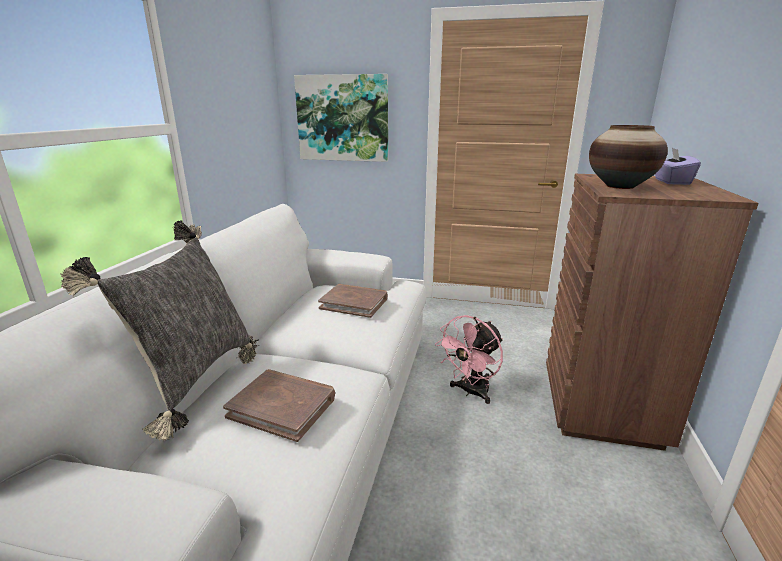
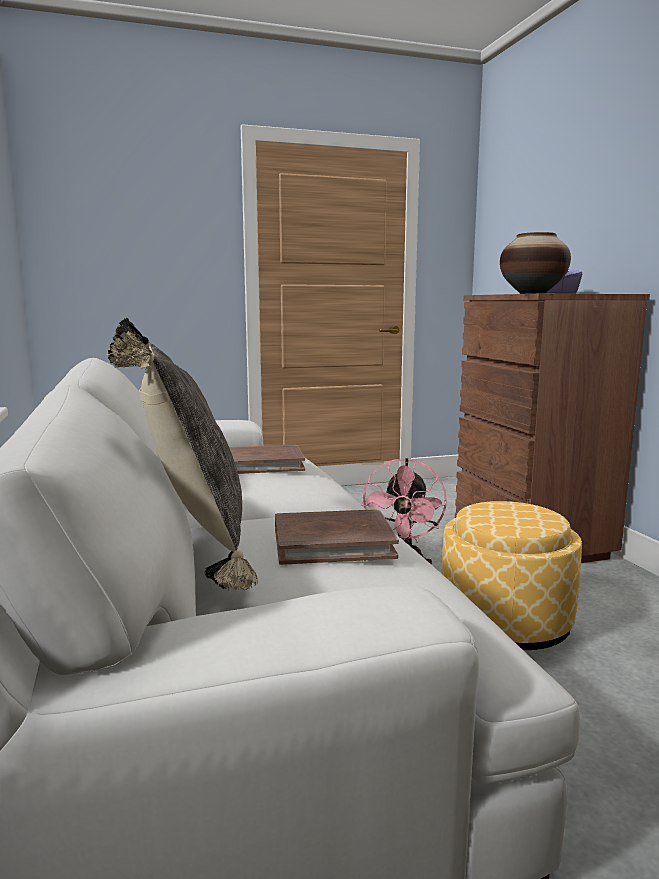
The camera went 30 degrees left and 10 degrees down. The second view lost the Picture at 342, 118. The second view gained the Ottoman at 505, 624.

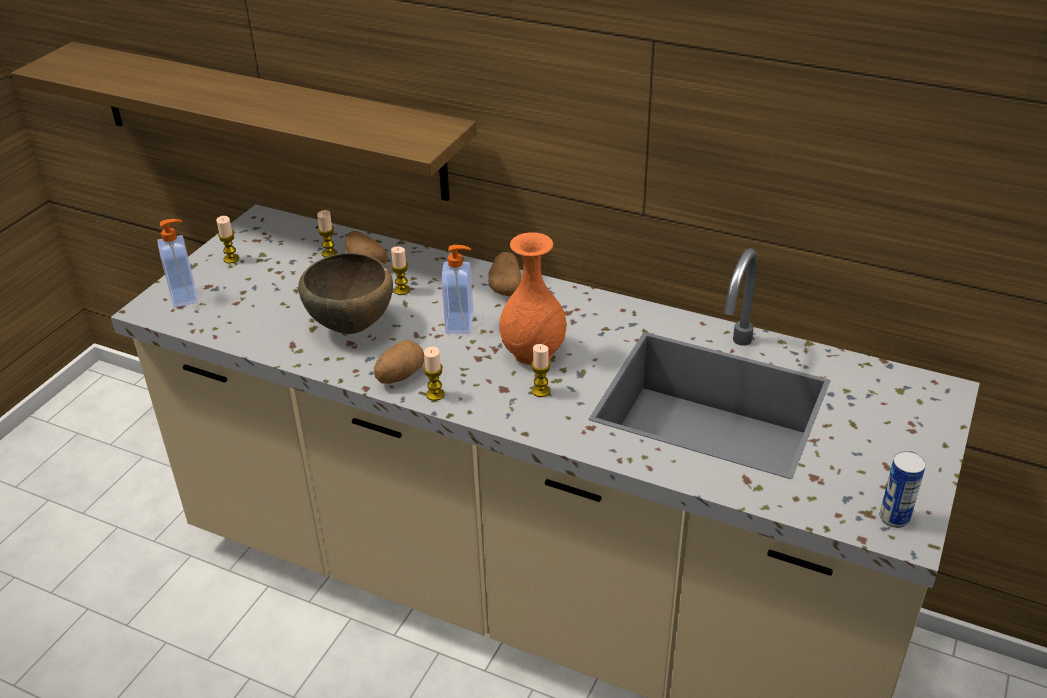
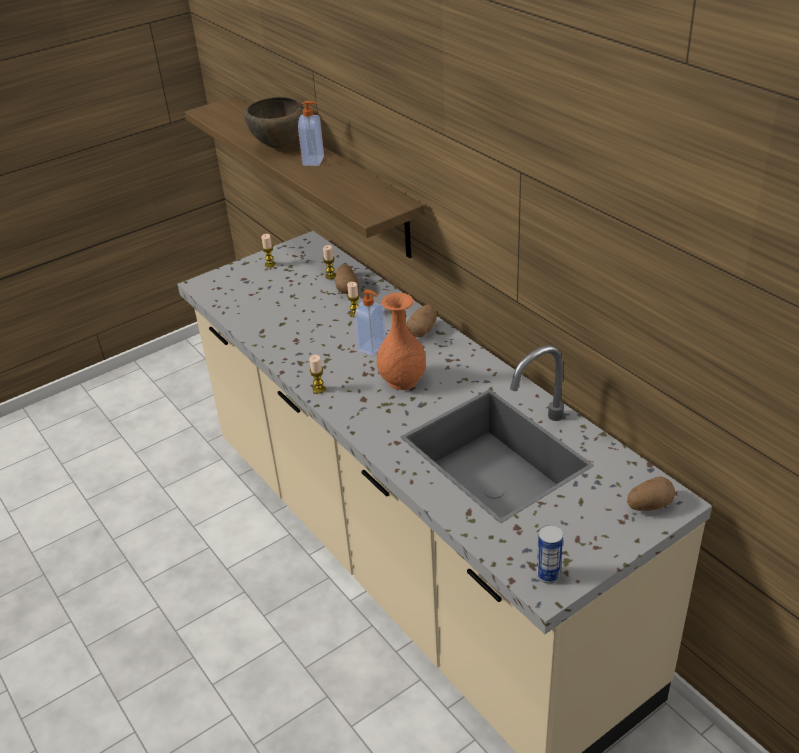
The camera went 30 degrees right and 0 degrees up. The SoapDispenser ended up elsewhere, having gone from 186, 296 to 314, 161. The BrownBowl ended up elsewhere, having gone from 353, 327 to 279, 146. The Potato ended up elsewhere, having gone from 400, 375 to 649, 505. The second view lost the Candle at 541, 391.

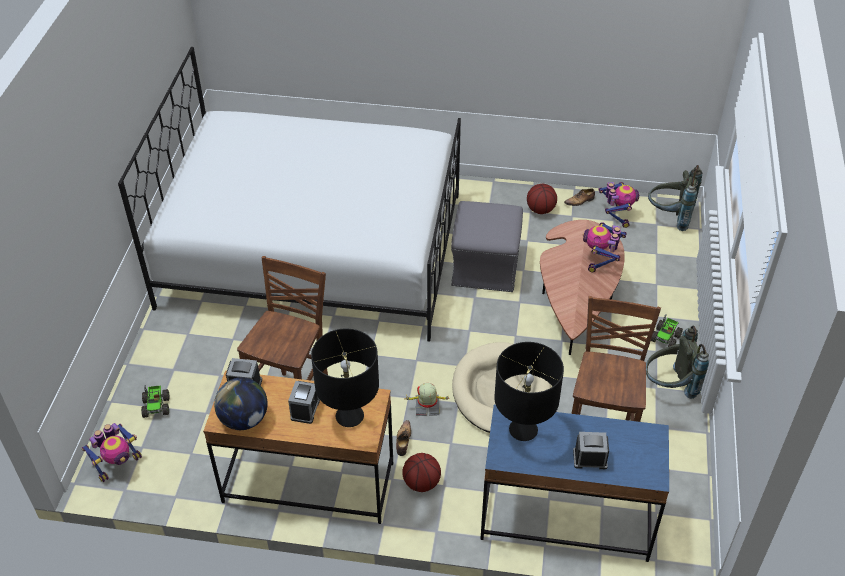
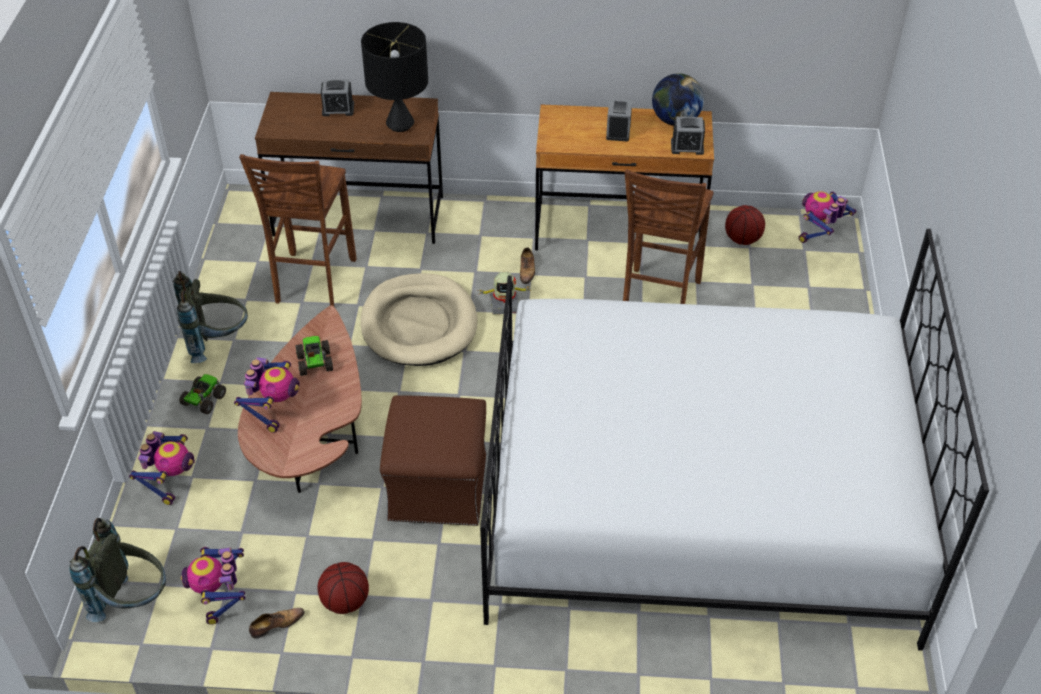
The camera went 175 degrees right and 0 degrees up. The ToyTruck ended up elsewhere, having gone from 156, 406 to 315, 363. The second view lost the BlackTableLamp at 350, 418. The Basketball ended up elsewhere, having gone from 422, 483 to 742, 239. What was the GreyOttoman at 485, 267 turned into the BrownOttoman at 438, 488. What was the BlueDesk at 565, 518 turned into the BrownDesk at 359, 216. The second view gained the ToyRobot at 172, 481.

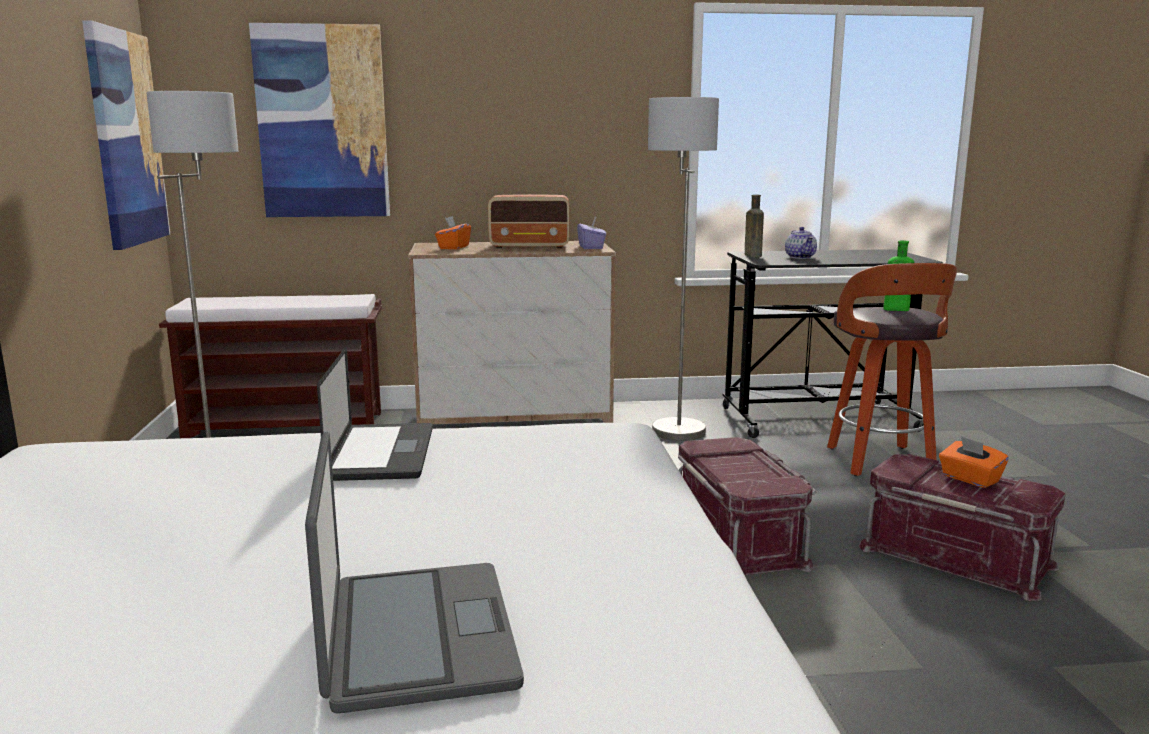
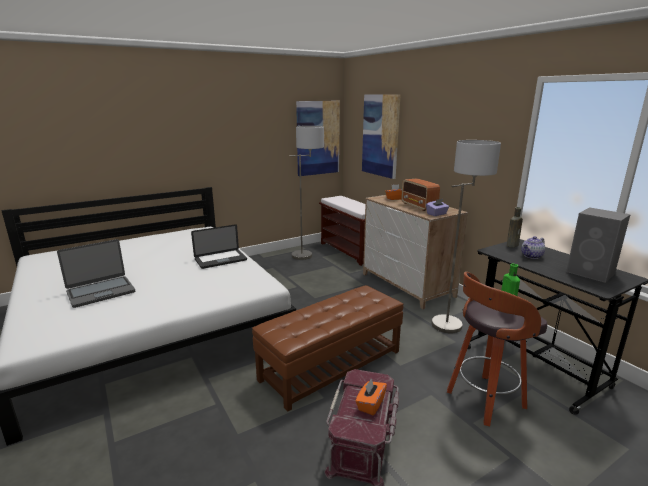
The camera went 65 degrees right and 5 degrees up. Where the RedStorageBox stood at 740, 537, the BrownOttoman came to stand at 332, 365. The second view gained the GreySpeaker at 591, 273.

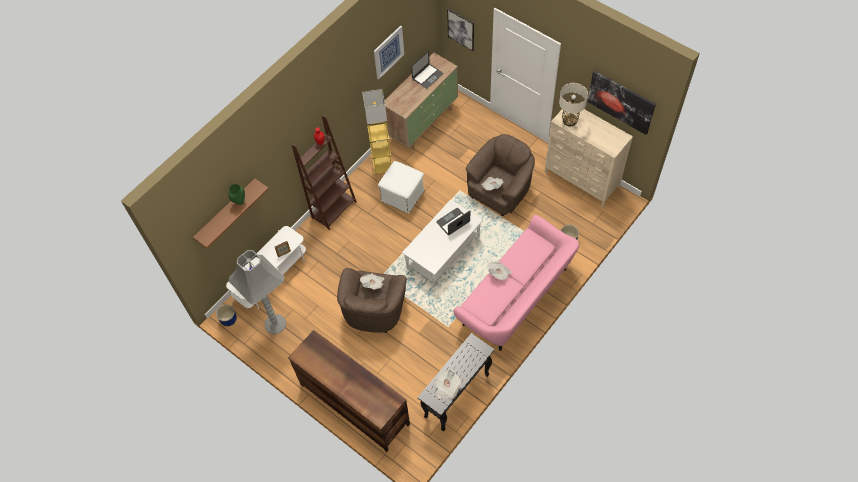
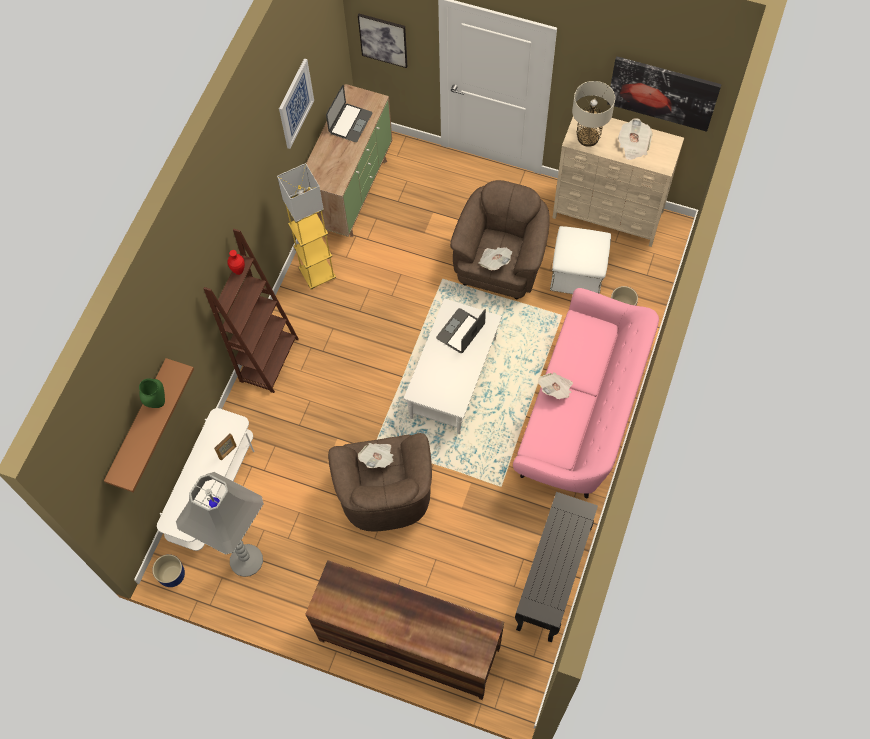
The camera went 20 degrees left and 5 degrees up. The WhiteOttoman ended up elsewhere, having gone from 403, 196 to 578, 274. The Newspaper ended up elsewhere, having gone from 447, 387 to 633, 145.

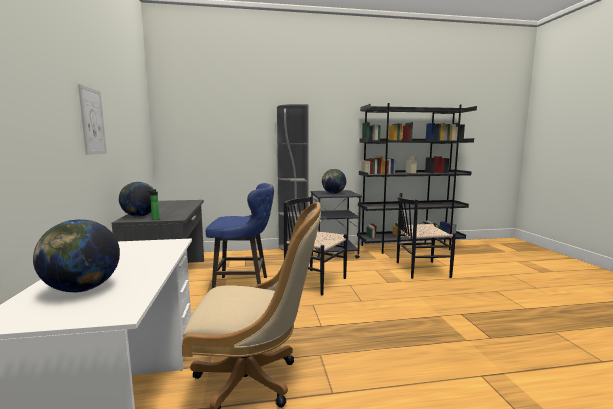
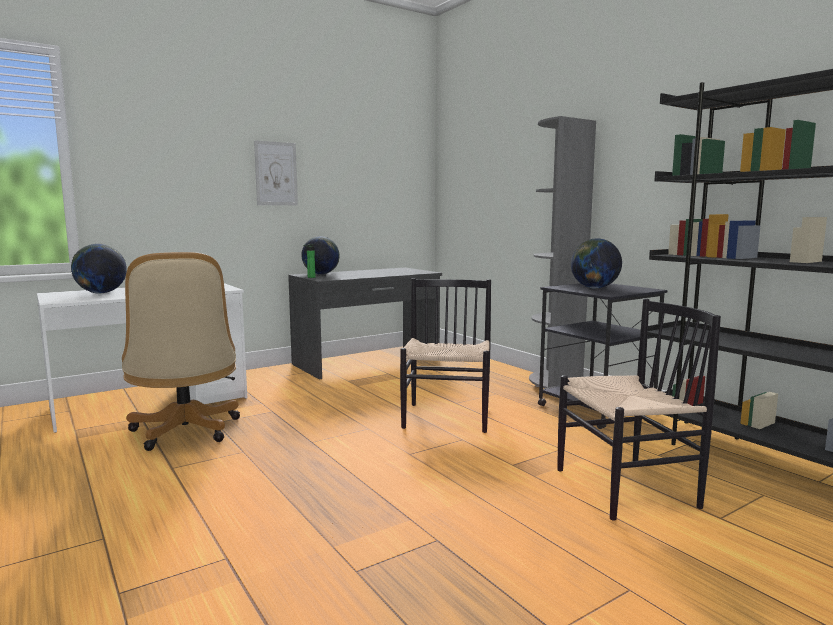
The camera went 65 degrees right and 0 degrees up. The second view lost the BlueStool at 244, 285. The BlackChair at 419, 270 ended up facing another way, 105 degrees clockwise from before.

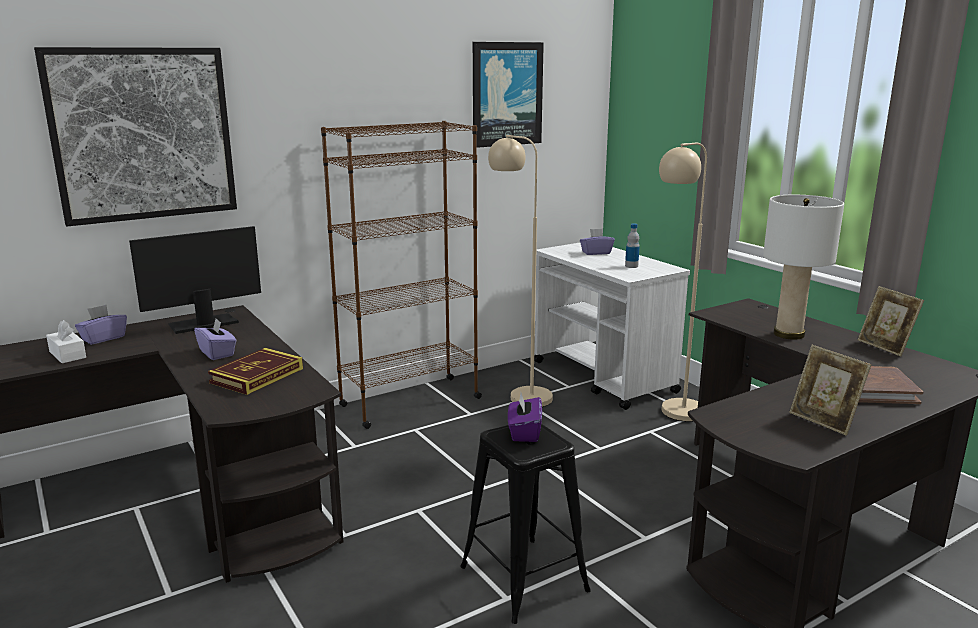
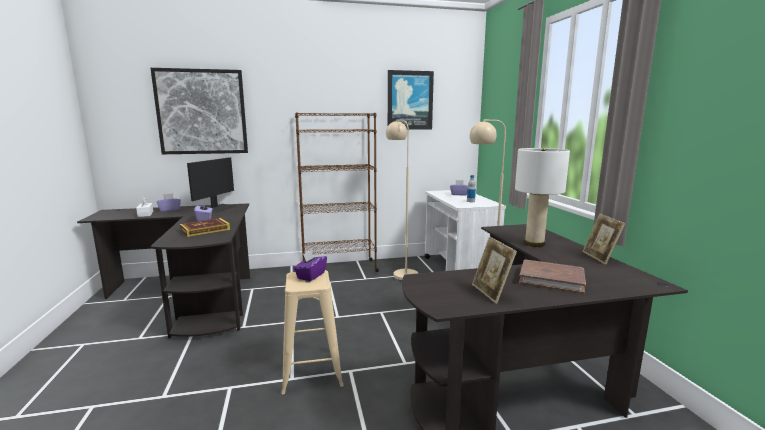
The camera went 20 degrees right and 5 degrees down. The Monitor at 203, 323 ended up facing another way, 120 degrees clockwise from before. What was the BlackStool at 524, 579 turned into the BeigeStool at 312, 370.

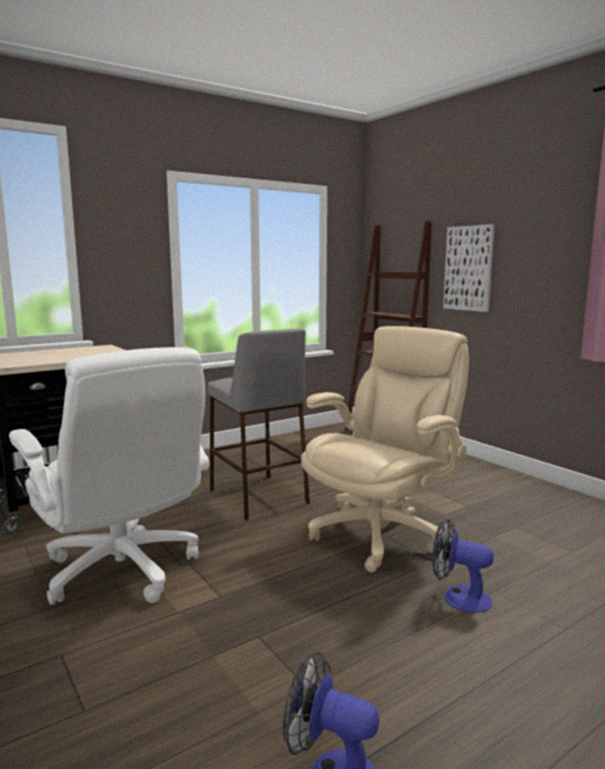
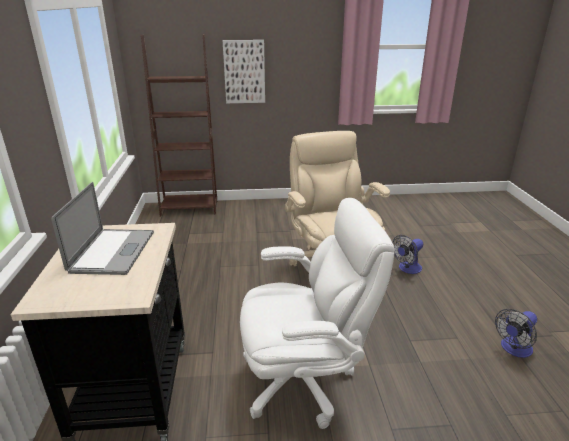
The camera went 60 degrees left and 15 degrees up. The second view lost the GreyStool at 258, 497. The second view gained the Laptop at 113, 251.

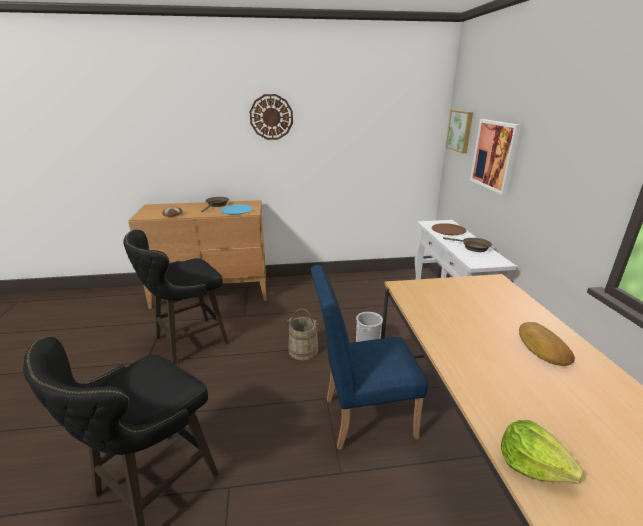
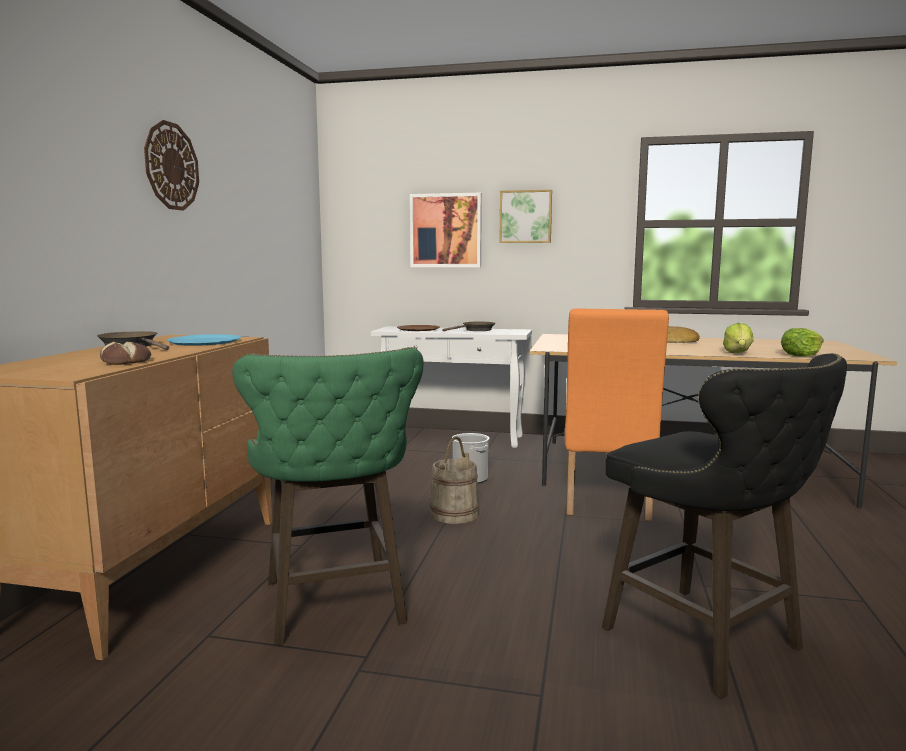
The camera went 70 degrees left and 15 degrees down. What was the BlackStool at 187, 342 turned into the GreenStool at 334, 605. What was the BlueChair at 361, 418 turned into the OrangeChair at 606, 503. The Picture ended up elsewhere, having gone from 460, 131 to 525, 217. The second view gained the Lettuce at 738, 353.

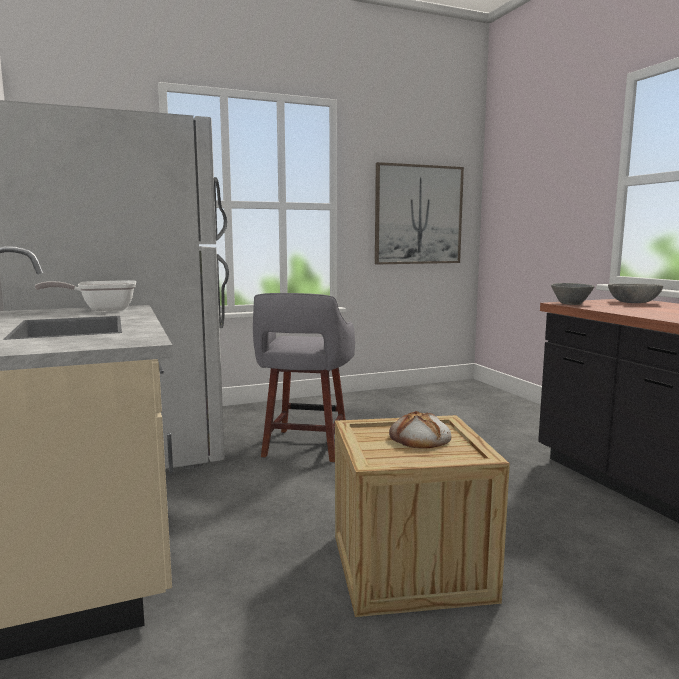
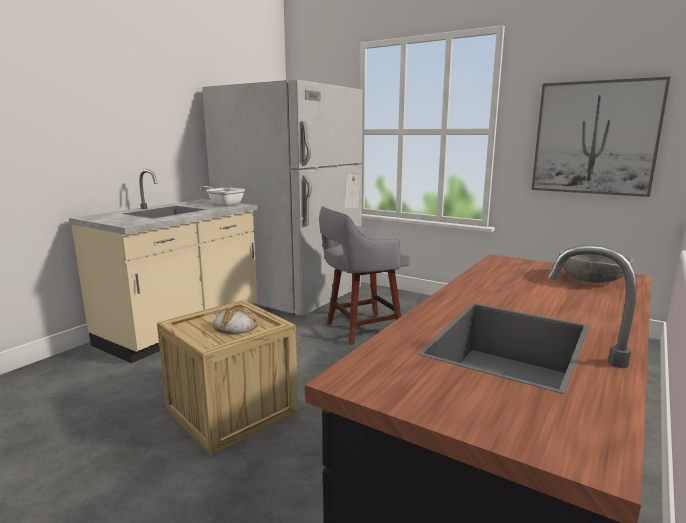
The camera went 55 degrees right and 5 degrees up. The second view lost the GreyBowl at 570, 304.

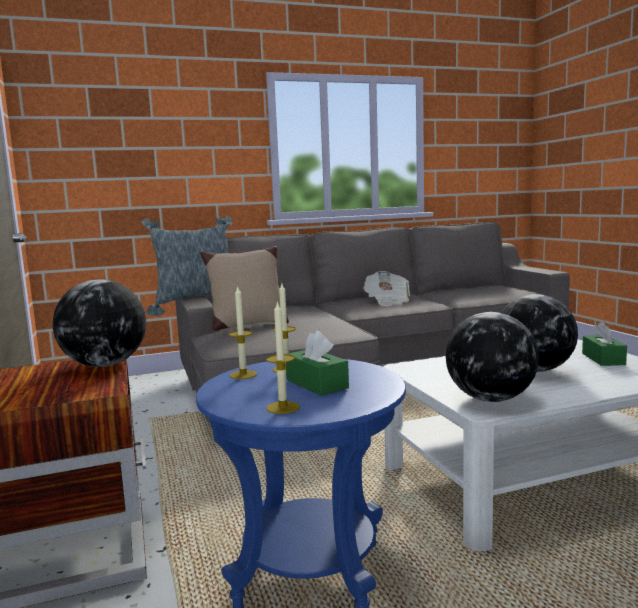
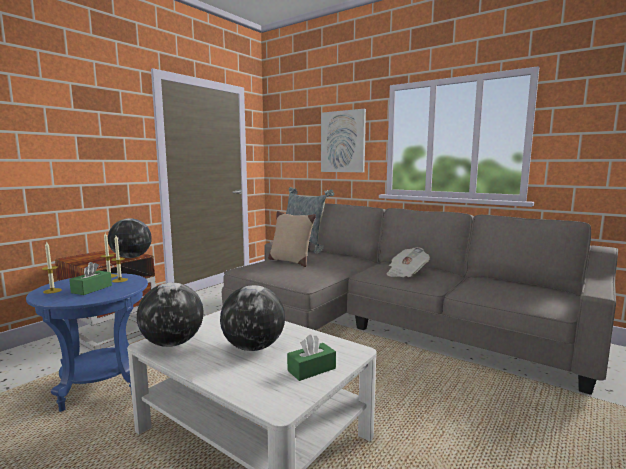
The camera went 55 degrees right and 0 degrees up. The second view gained the Picture at 343, 141.

